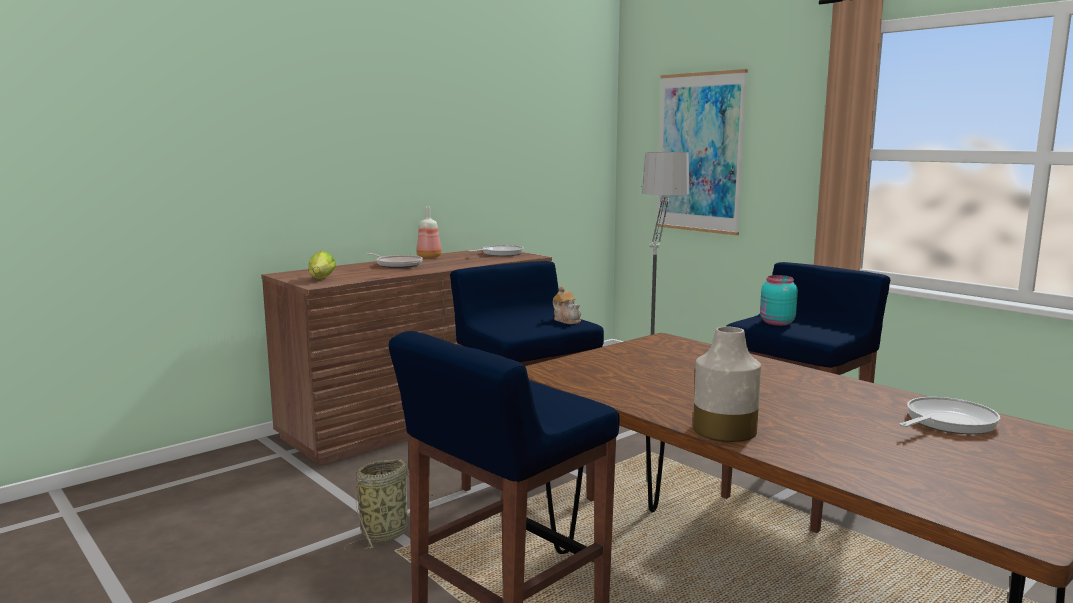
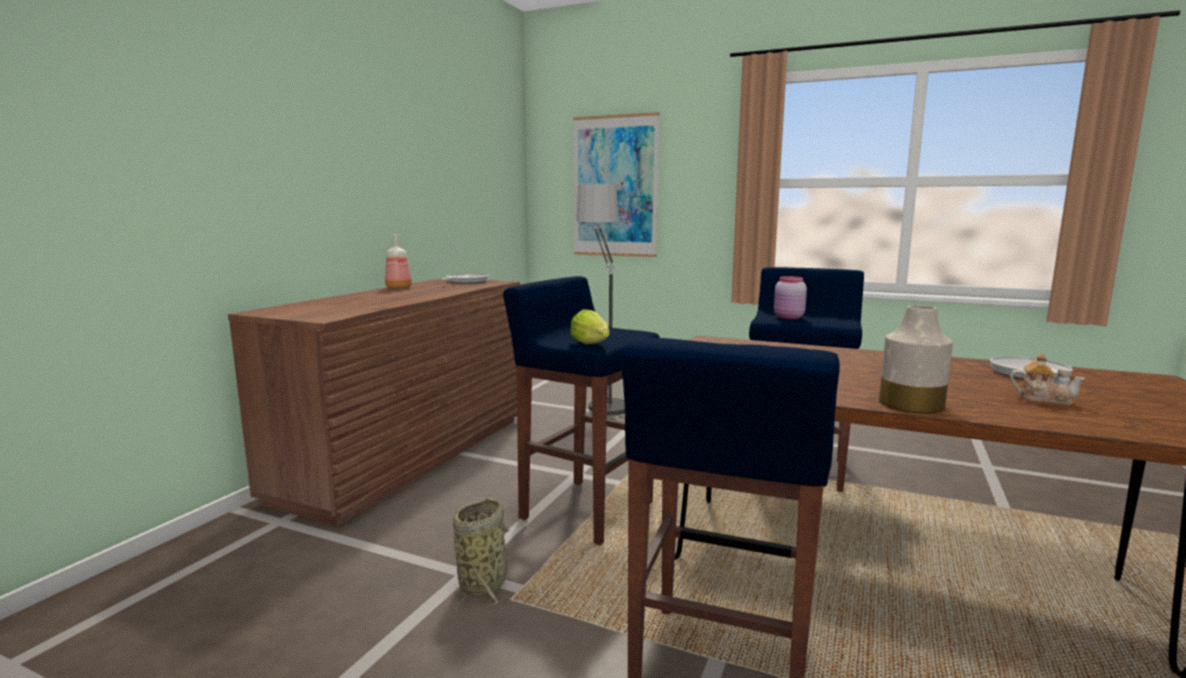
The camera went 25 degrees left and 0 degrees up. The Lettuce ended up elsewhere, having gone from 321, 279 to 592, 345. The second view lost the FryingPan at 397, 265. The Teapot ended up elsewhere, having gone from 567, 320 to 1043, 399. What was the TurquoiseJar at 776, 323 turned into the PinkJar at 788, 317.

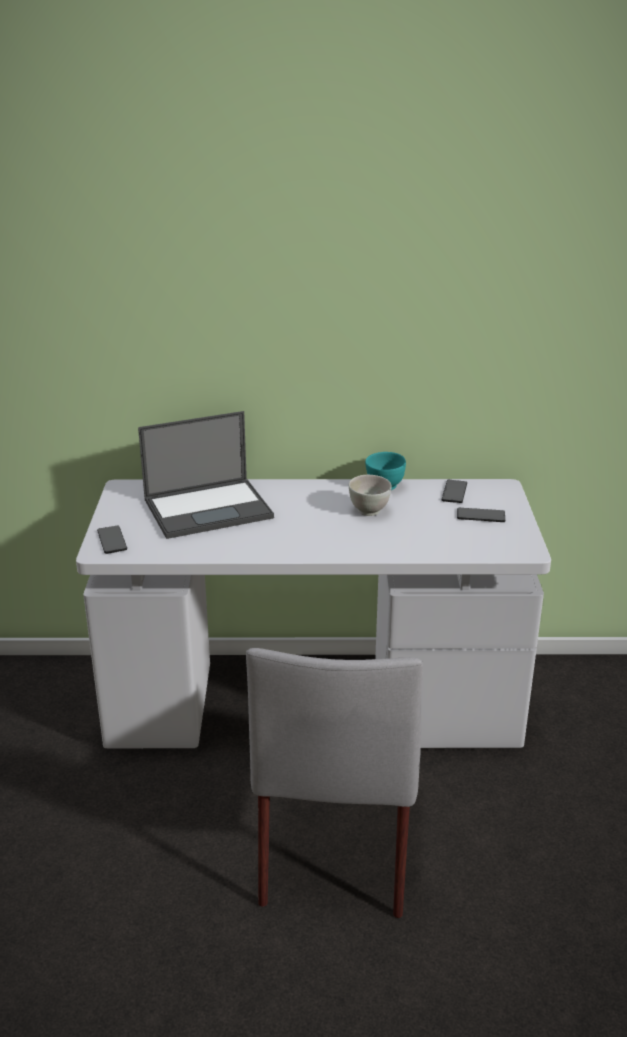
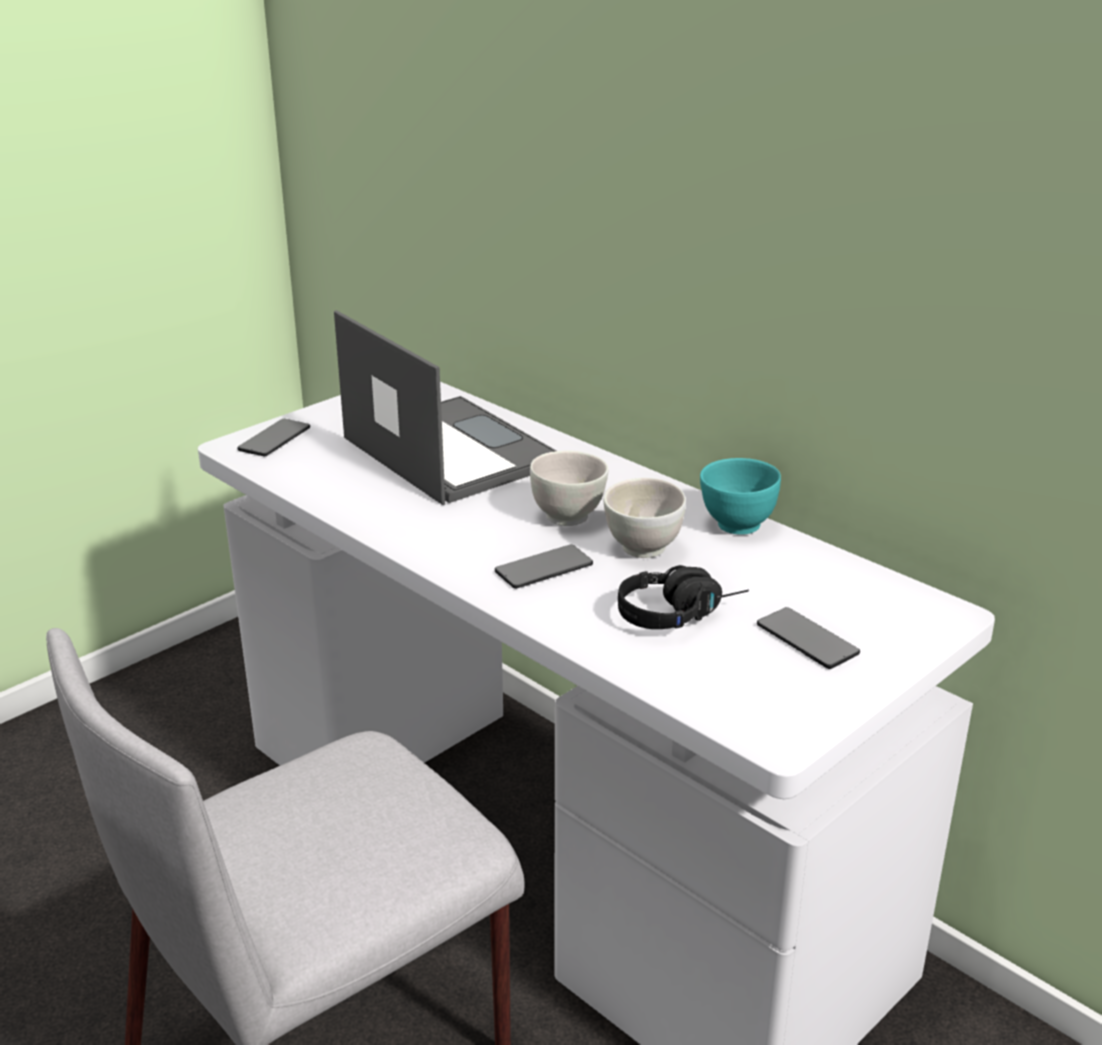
The camera went 45 degrees right and 0 degrees up. The Laptop at 209, 508 ended up facing another way, 150 degrees counterclockwise from before. The Phone ended up elsewhere, having gone from 454, 492 to 544, 568. The second view gained the WhiteBowl at 568, 516. The second view gained the BlackHeadphones at 680, 613.

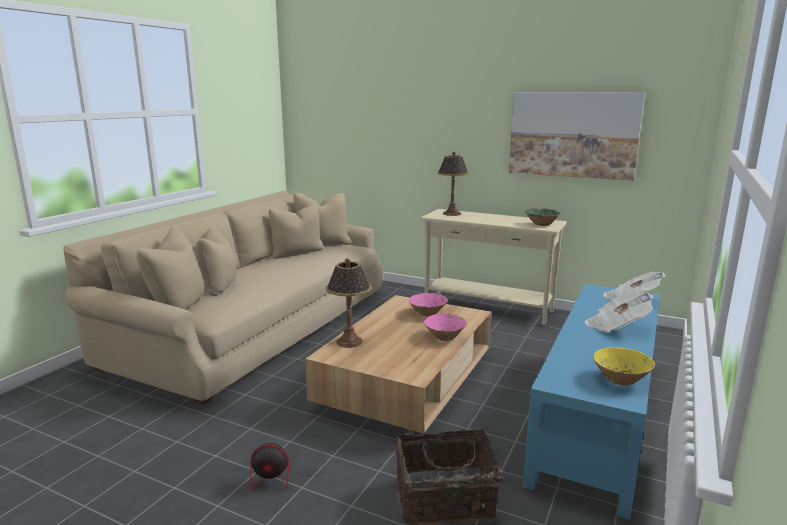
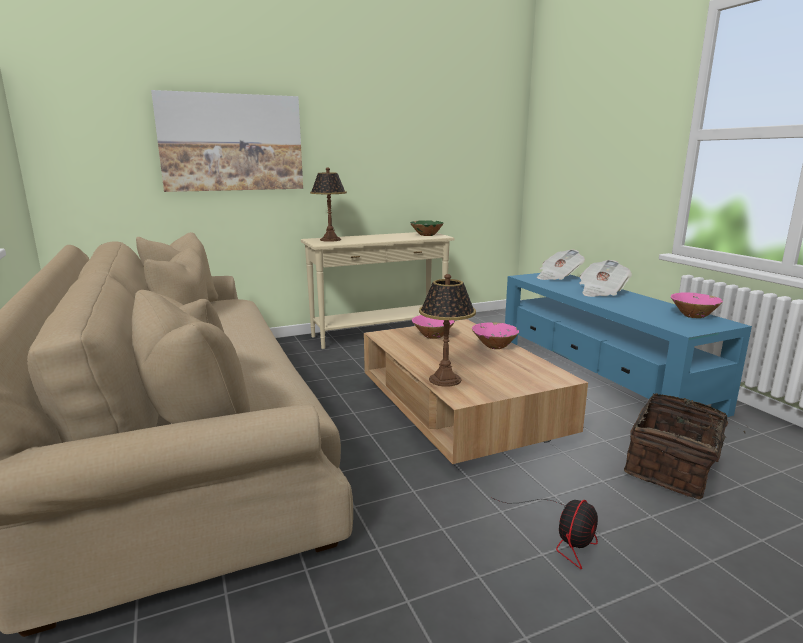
The camera went 50 degrees left and 0 degrees up. The Picture ended up elsewhere, having gone from 573, 134 to 232, 143. What was the YellowBowl at 620, 379 turned into the PinkBowl at 693, 315.

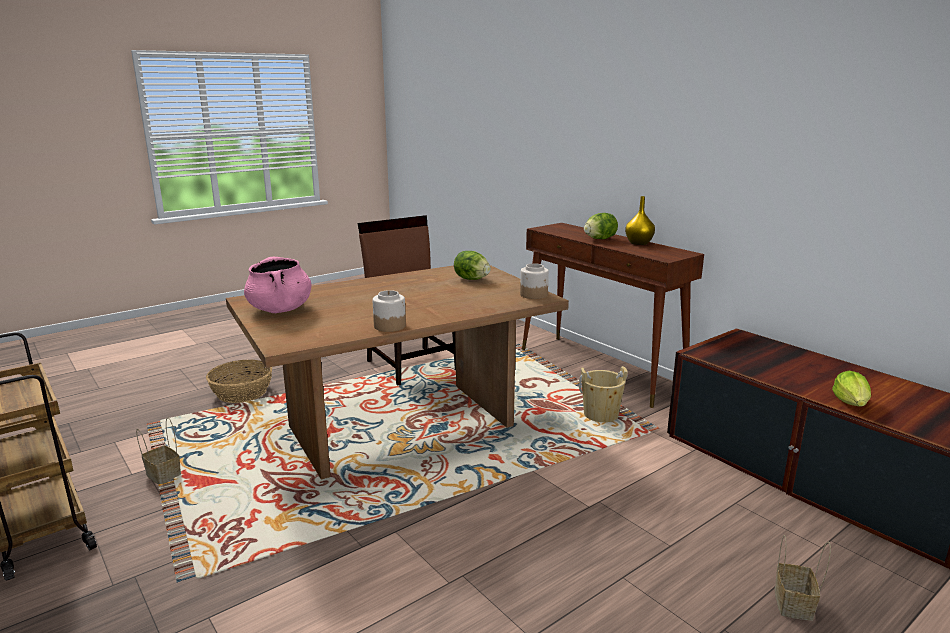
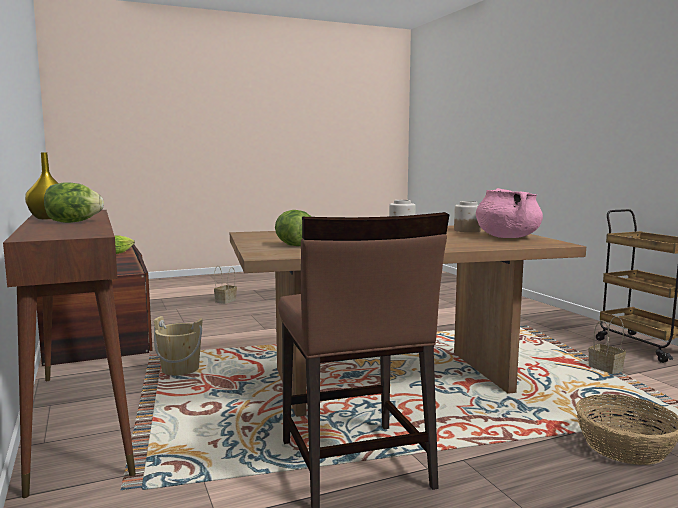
The camera went 165 degrees left and 10 degrees down. The Jar ended up elsewhere, having gone from 534, 295 to 467, 230.

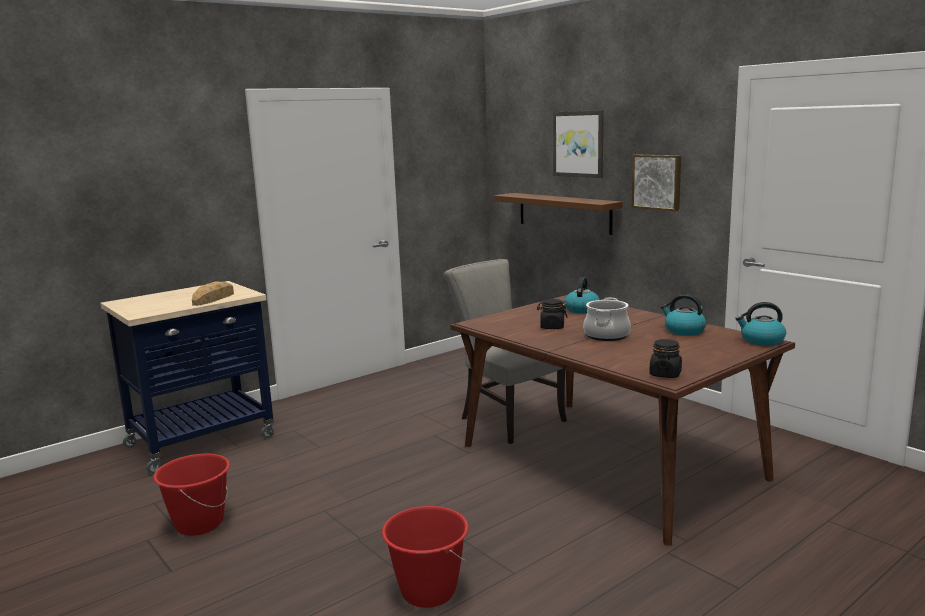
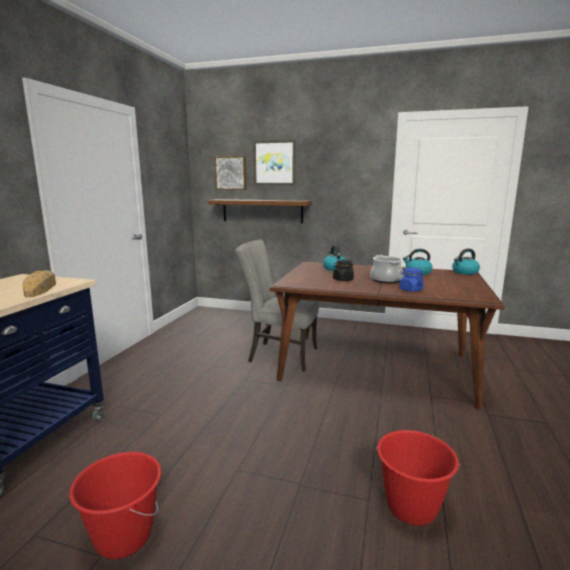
The camera went 35 degrees left and 0 degrees up. The Picture ended up elsewhere, having gone from 657, 182 to 231, 173. The second view lost the BlackJar at 665, 374. The second view gained the BlueJar at 410, 290.

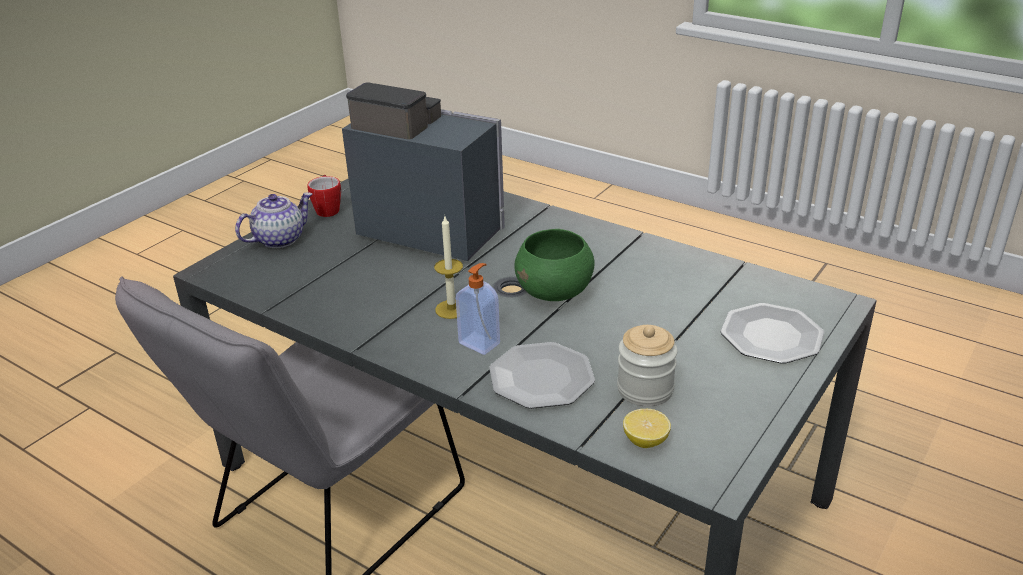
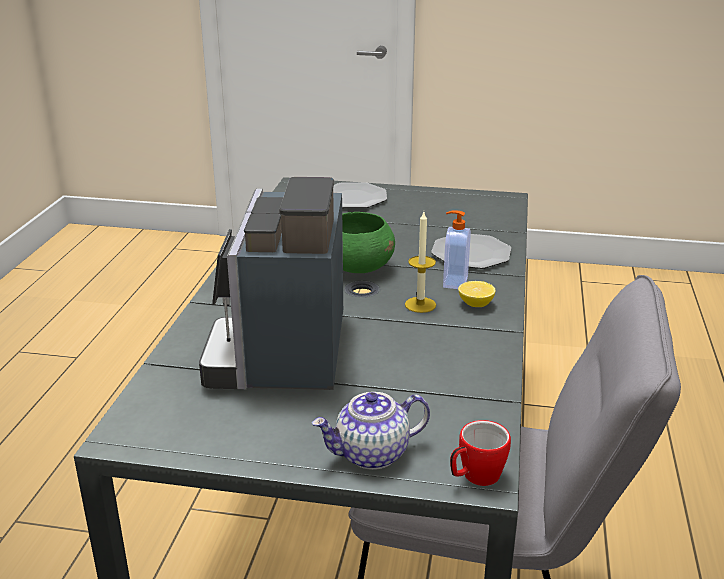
The camera went 115 degrees left and 5 degrees down. The Teapot at 279, 239 ended up facing another way, 45 degrees counterclockwise from before. The Mug ended up elsewhere, having gone from 328, 209 to 475, 477. The second view lost the Jar at 645, 389. The Lemon ended up elsewhere, having gone from 645, 440 to 475, 304.

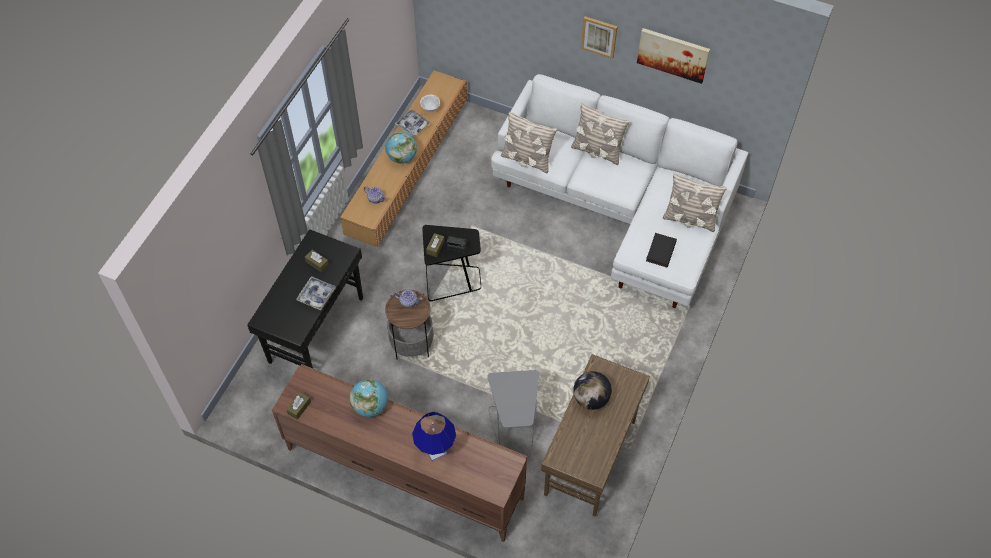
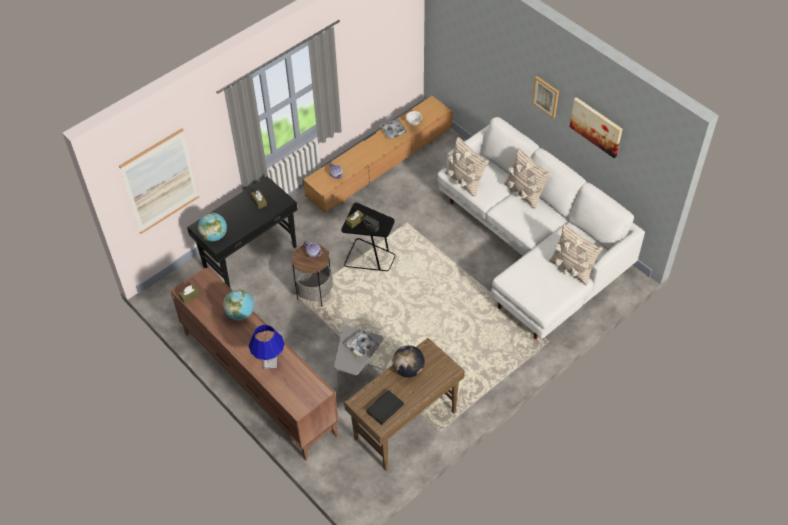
The camera went 25 degrees right and 5 degrees down. The Tray ended up elsewhere, having gone from 316, 295 to 361, 346. The Globe ended up elsewhere, having gone from 402, 157 to 214, 236. The BlackBook ended up elsewhere, having gone from 660, 251 to 384, 408. The second view gained the Picture at 160, 181.

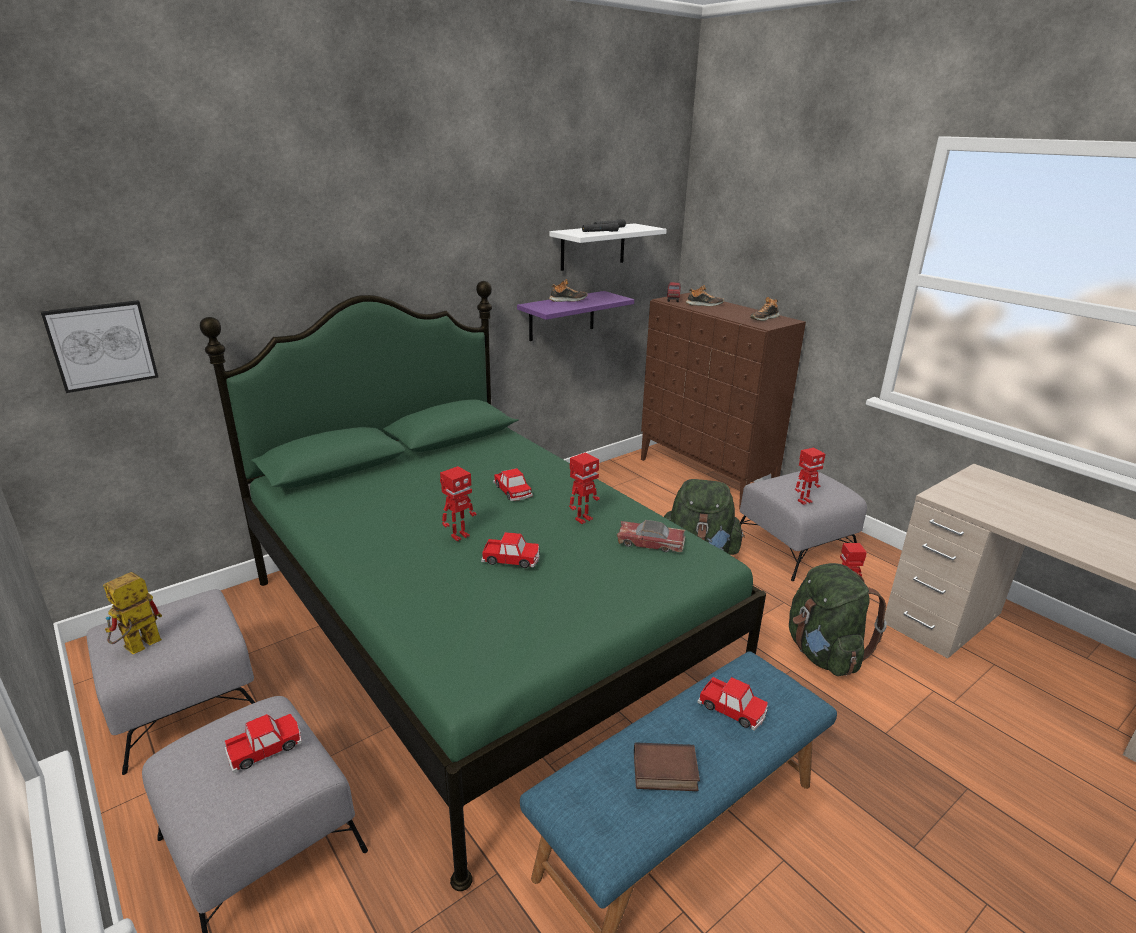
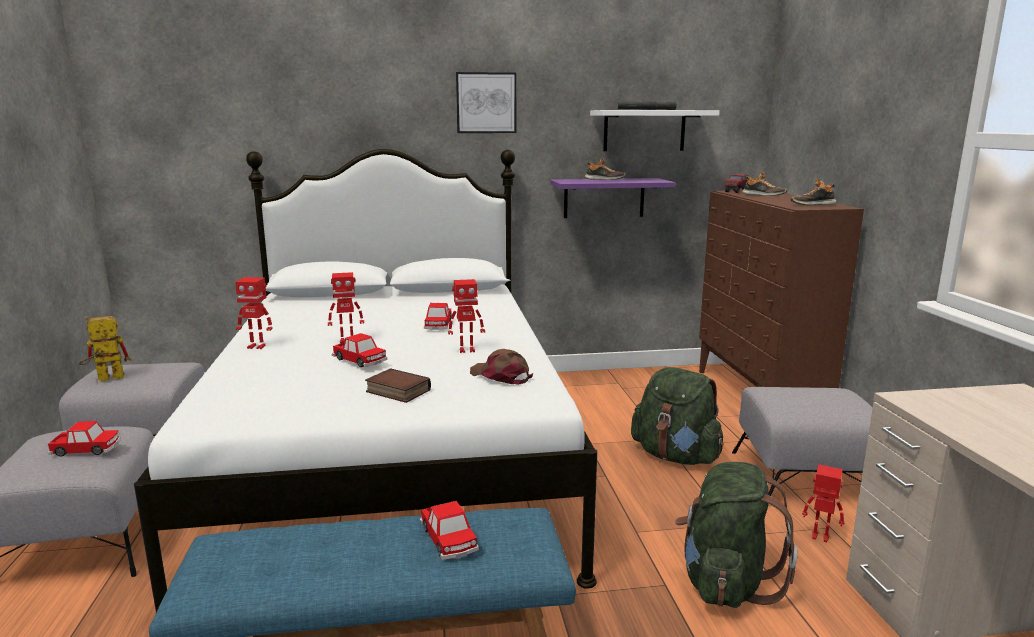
The camera went 30 degrees right and 10 degrees down. The Picture ended up elsewhere, having gone from 102, 345 to 486, 103. What was the GreenBed at 481, 631 turned into the WhiteBed at 393, 461. Where the ToyCar stood at 650, 543, the BrownCap came to stand at 500, 376. The Book ended up elsewhere, having gone from 664, 773 to 396, 391. The ToyRobot ended up elsewhere, having gone from 804, 501 to 257, 346.

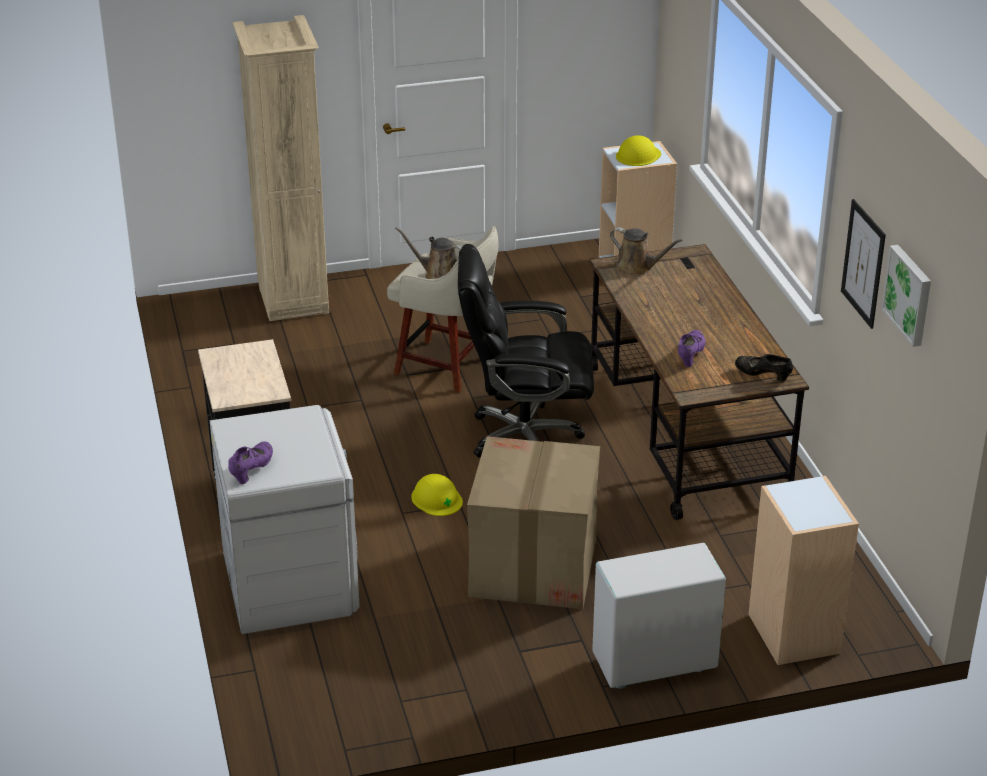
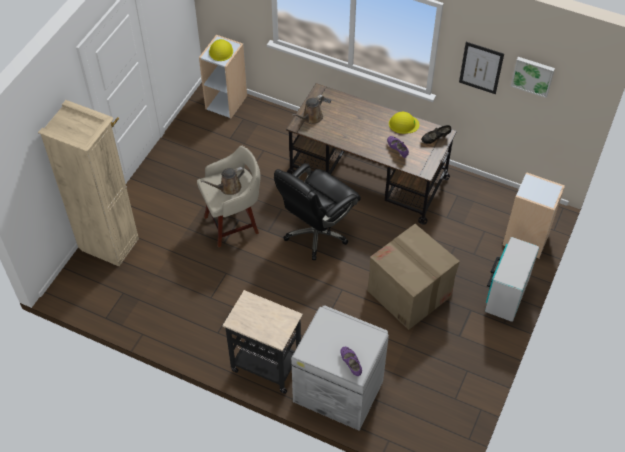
The camera went 50 degrees left and 20 degrees up. The YellowHardHat ended up elsewhere, having gone from 436, 499 to 403, 124. The BrownWateringCan at 638, 267 ended up facing another way, 150 degrees clockwise from before.

